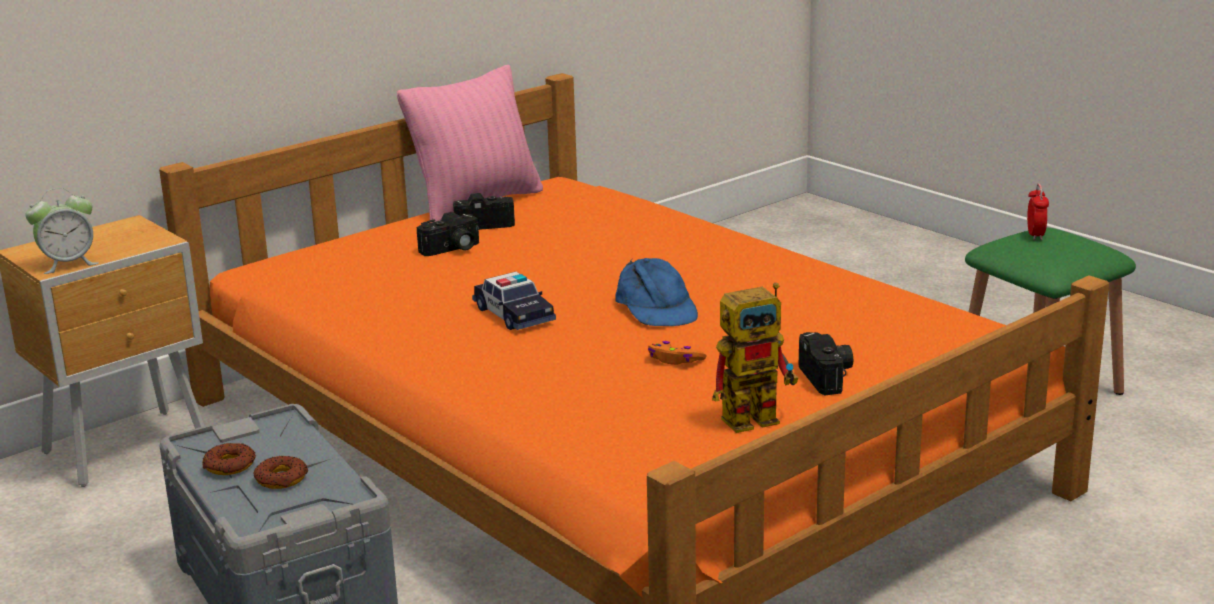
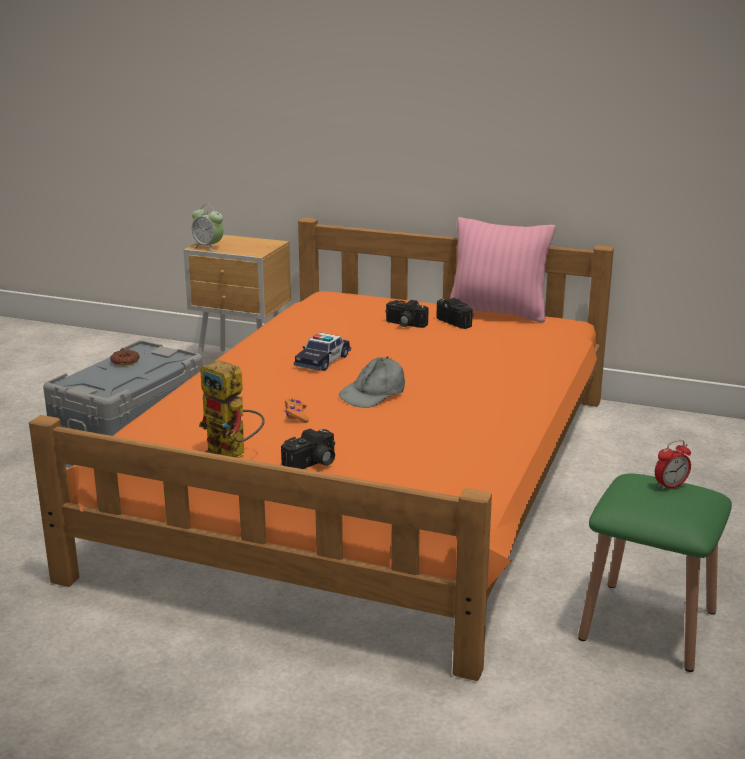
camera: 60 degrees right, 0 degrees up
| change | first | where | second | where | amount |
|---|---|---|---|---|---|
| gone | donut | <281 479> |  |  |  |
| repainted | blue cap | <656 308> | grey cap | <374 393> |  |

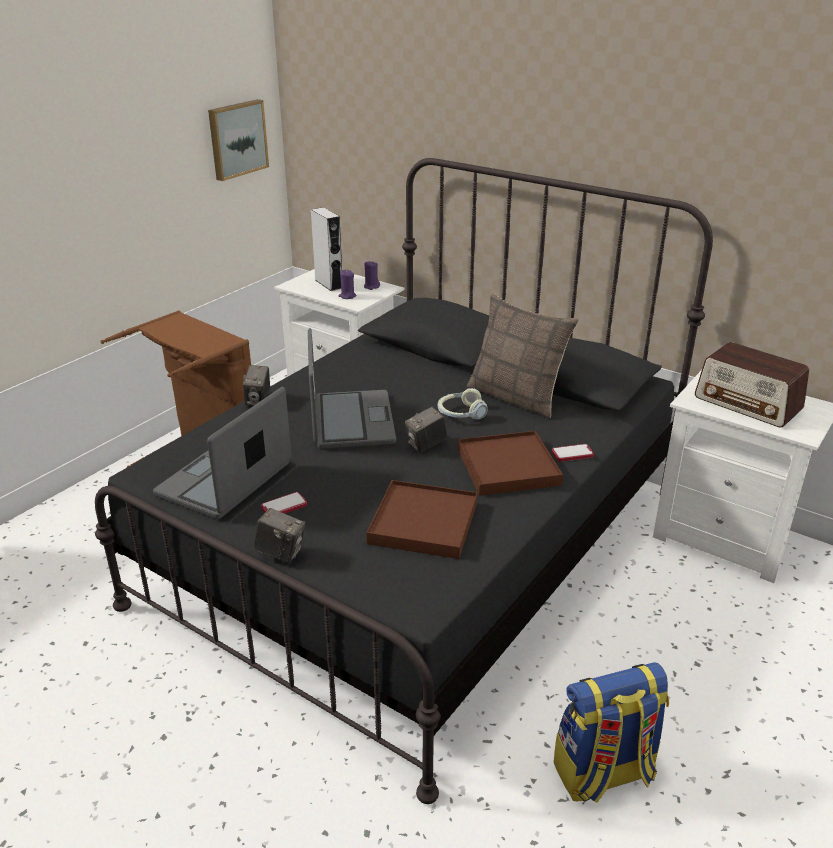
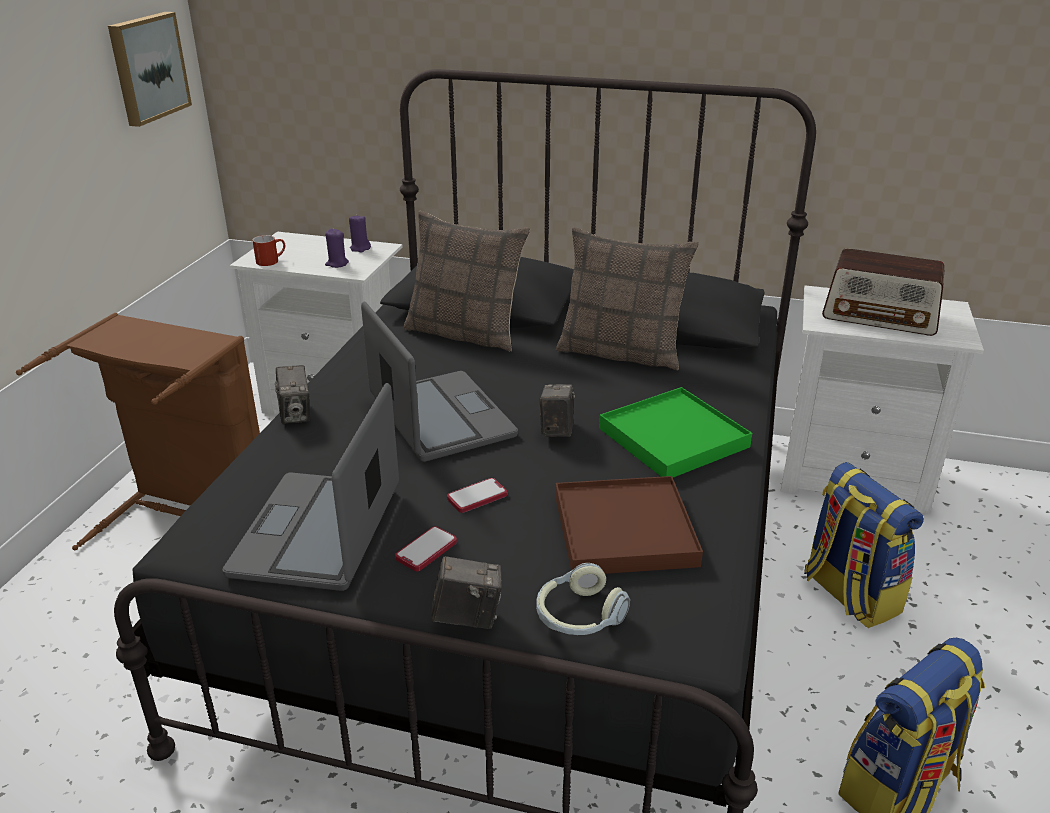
camera: 20 degrees left, 0 degrees up
| change | first | where | second | where | amount |
|---|---|---|---|---|---|
| gone | grey speaker | <329 284> |  |  |  |
| new |  |  | red mug | <271 261> |  |
| new |  |  | pillow | <465 333> |  |
| new |  |  | backpack | <849 594> |  |
| shifted | headphones | <461 413> |  | <579 616> |  |
| shifted | phone | <572 454> |  | <477 497> |  |
| repainted | brown tray | <508 467> | green tray | <673 437> |  |
| rotated | photo camera | <426 445> |  | <556 431> | 150 degrees clockwise |

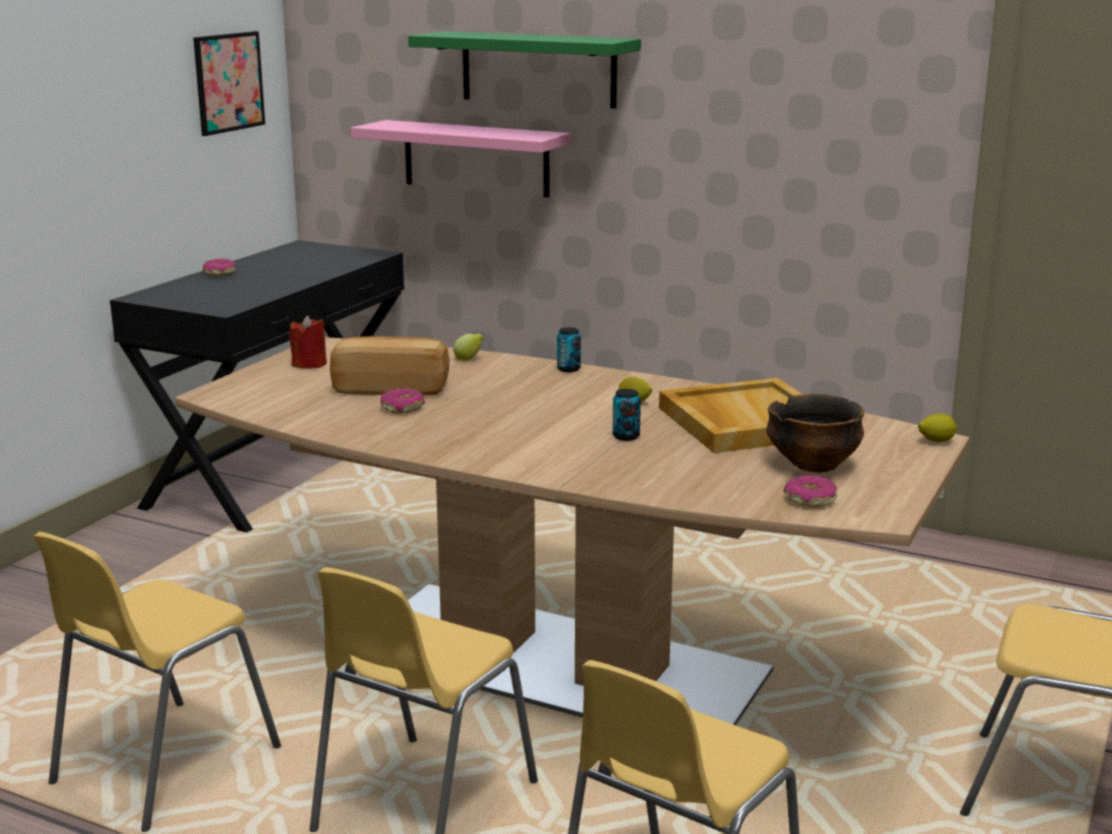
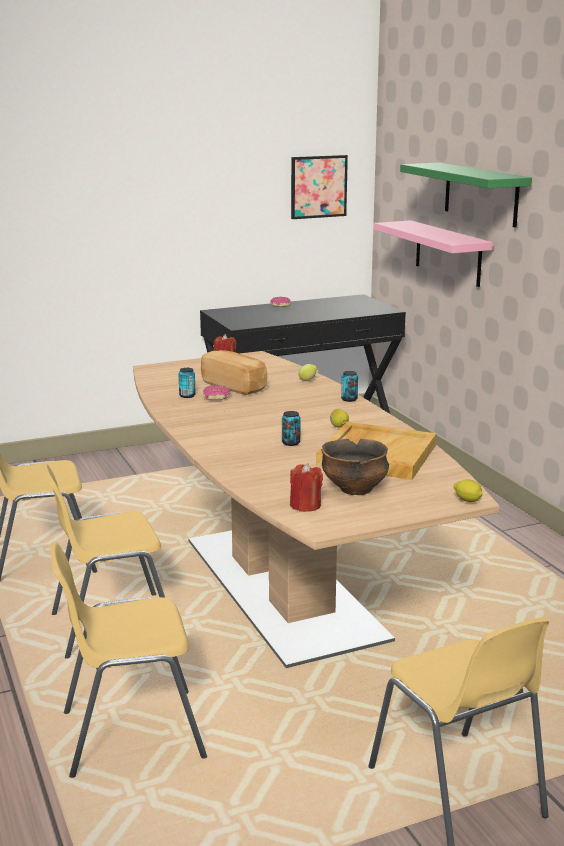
camera: 40 degrees right, 0 degrees up
| change | first | where | second | where | amount |
|---|---|---|---|---|---|
| new |  |  | can | <187 396> |  |
| swapped | donut | <810 500> | red candle | <305 505> |  |

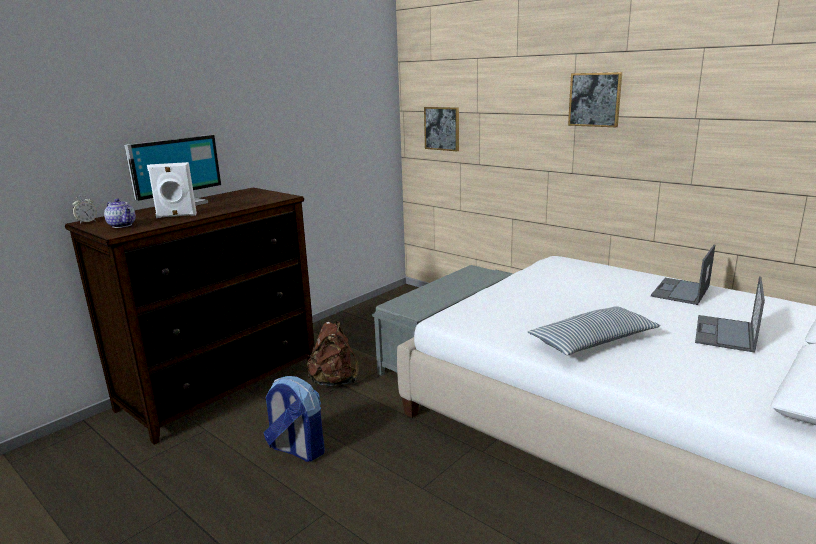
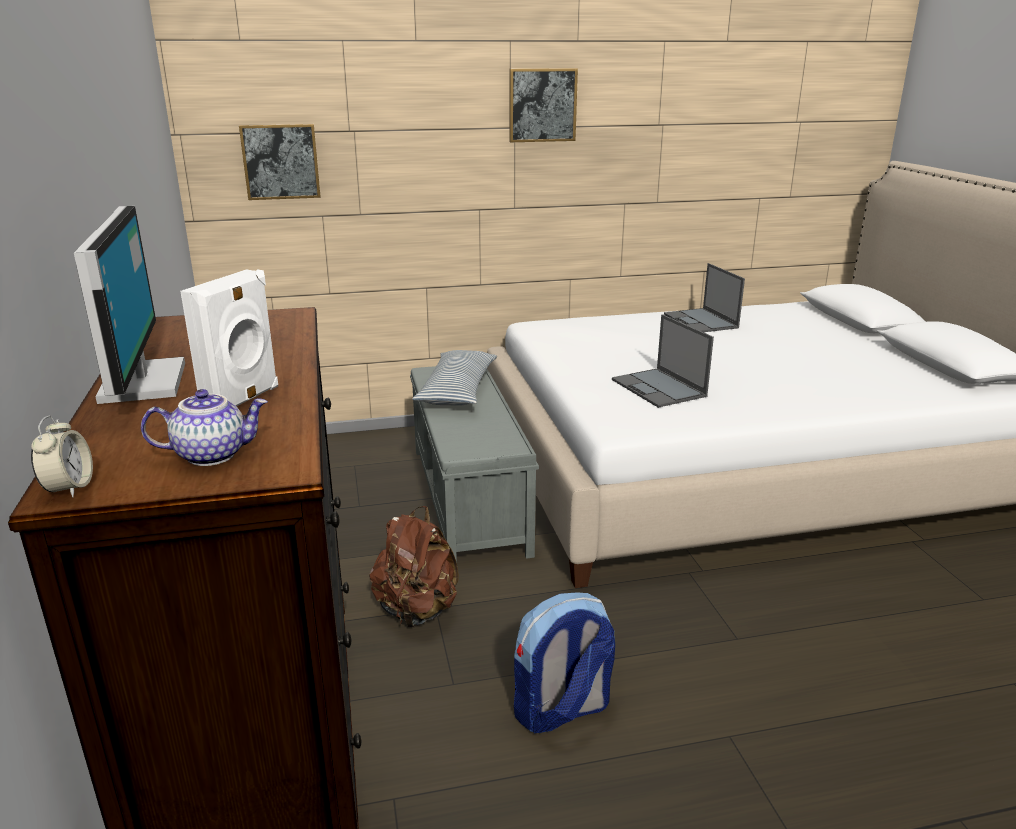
camera: 55 degrees left, 5 degrees up
| change | first | where | second | where | amount |
|---|---|---|---|---|---|
| shifted | pillow | <592 342> |  | <457 390> |  |
| shifted | laptop | <725 334> |  | <659 388> |  |

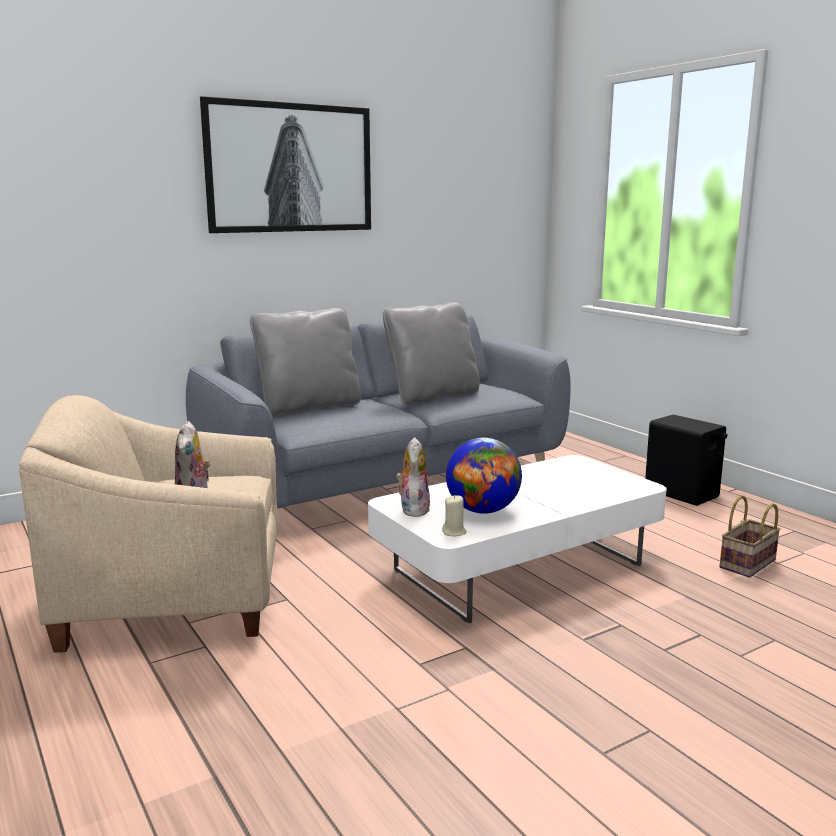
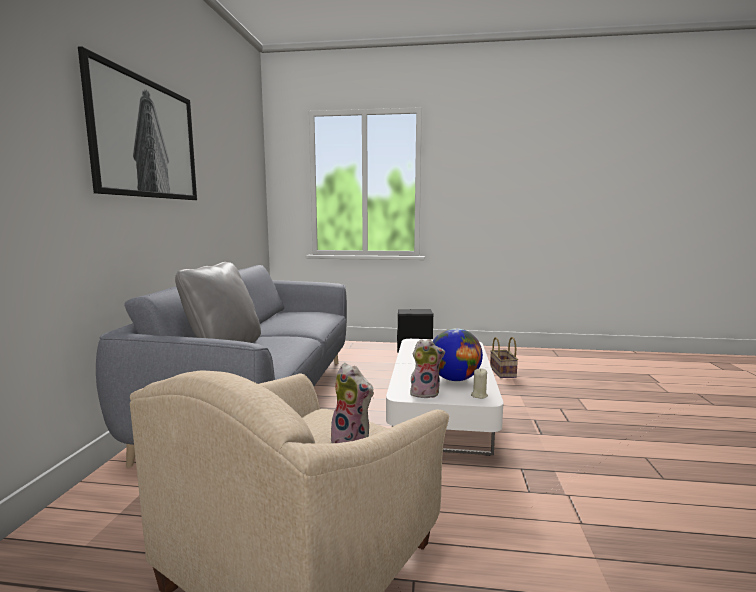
camera: 50 degrees left, 5 degrees down
| change | first | where | second | where | amount |
|---|---|---|---|---|---|
| gone | grey pillow | <432 396> |  |  |  |
| rotated | plush toy | <413 509> |  | <425 393> | 135 degrees clockwise |

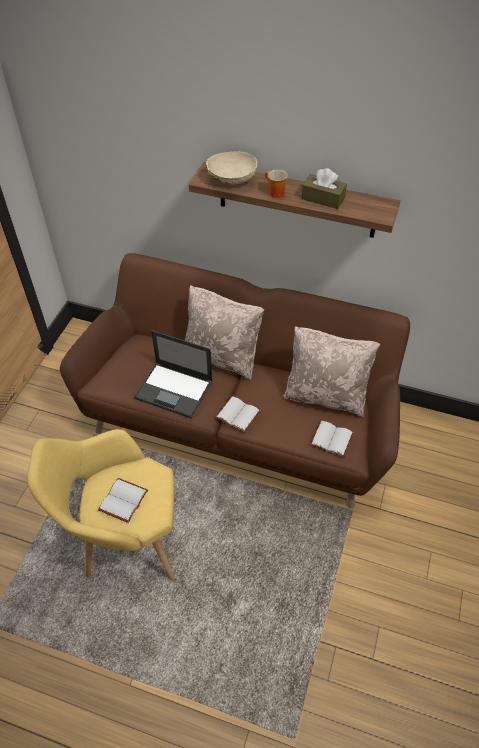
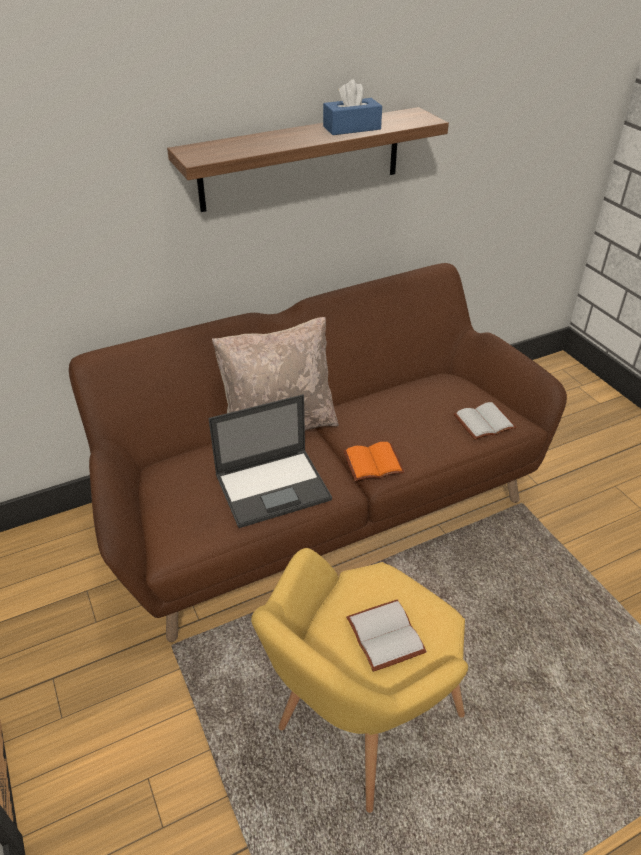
camera: 45 degrees left, 10 degrees down
| change | first | where | second | where | amount |
|---|---|---|---|---|---|
| gone | beige bowl | <231 180> |  |  |  |
| gone | mug | <274 193> |  |  |  |
| gone | beige pillow | <325 395> |  |  |  |
| repainted | white book | <236 415> | orange book | <373 464> |  |
| repainted | brown tissue box | <323 198> | blue tissue box | <352 128> |  |

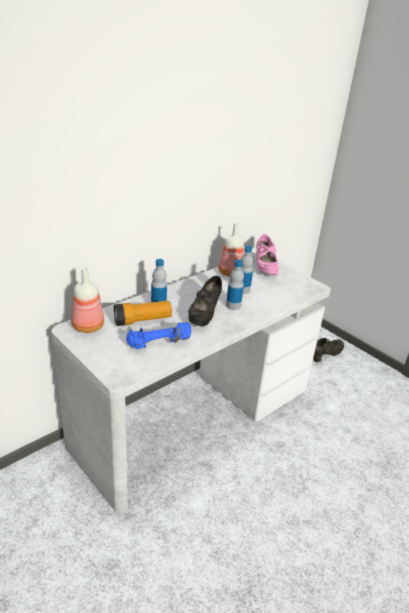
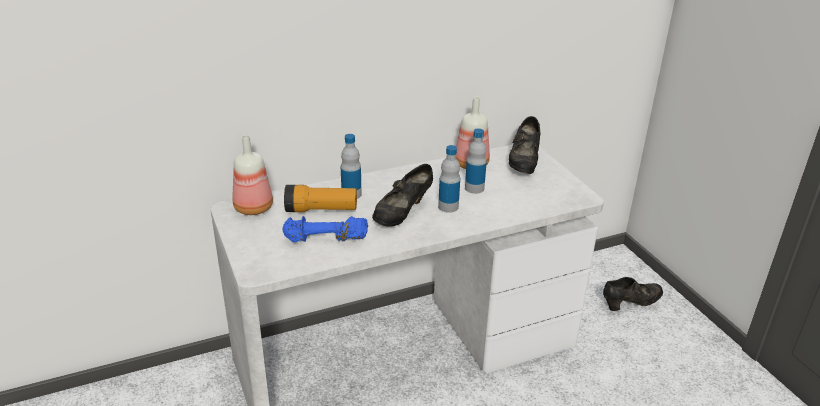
camera: 20 degrees right, 0 degrees up
| change | first | where | second | where | amount |
|---|---|---|---|---|---|
| repainted | pink shoe | <265 268> | black shoe | <523 163> |  |

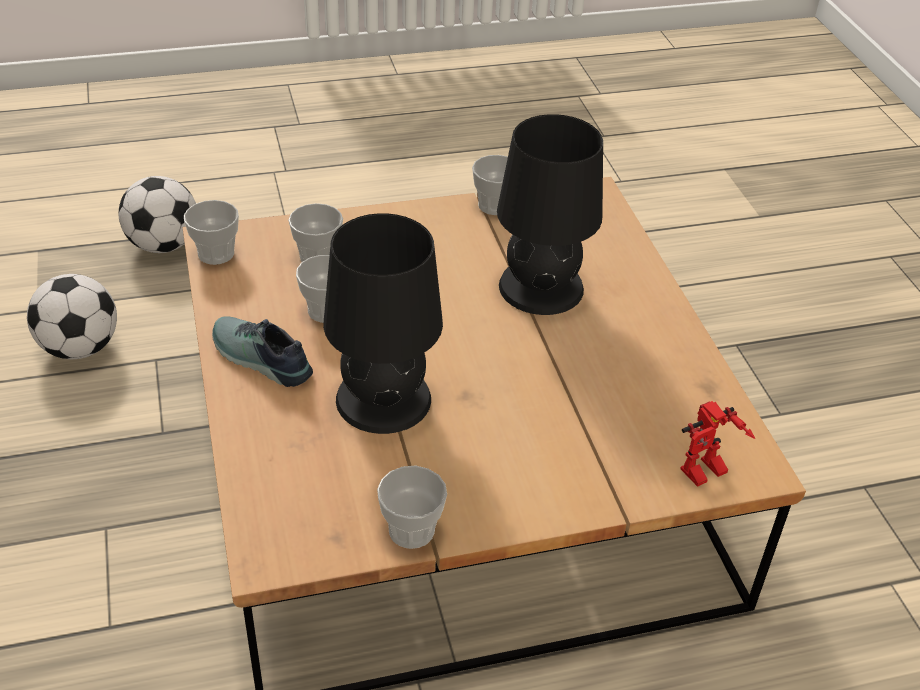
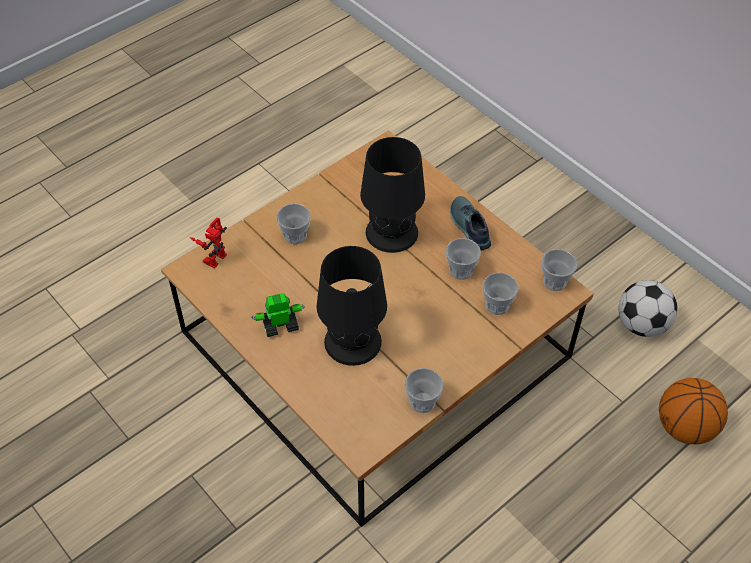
camera: 155 degrees right, 10 degrees up
| change | first | where | second | where | amount |
|---|---|---|---|---|---|
| new |  |  | toy robot | <279 325> |  |
| shifted | cup | <411 530> |  | <295 235> |  |
| swapped | football | <163 245> | basketball | <685 428> |  |
| rotated | shoe | <259 360> |  | <468 227> | 120 degrees counterclockwise |

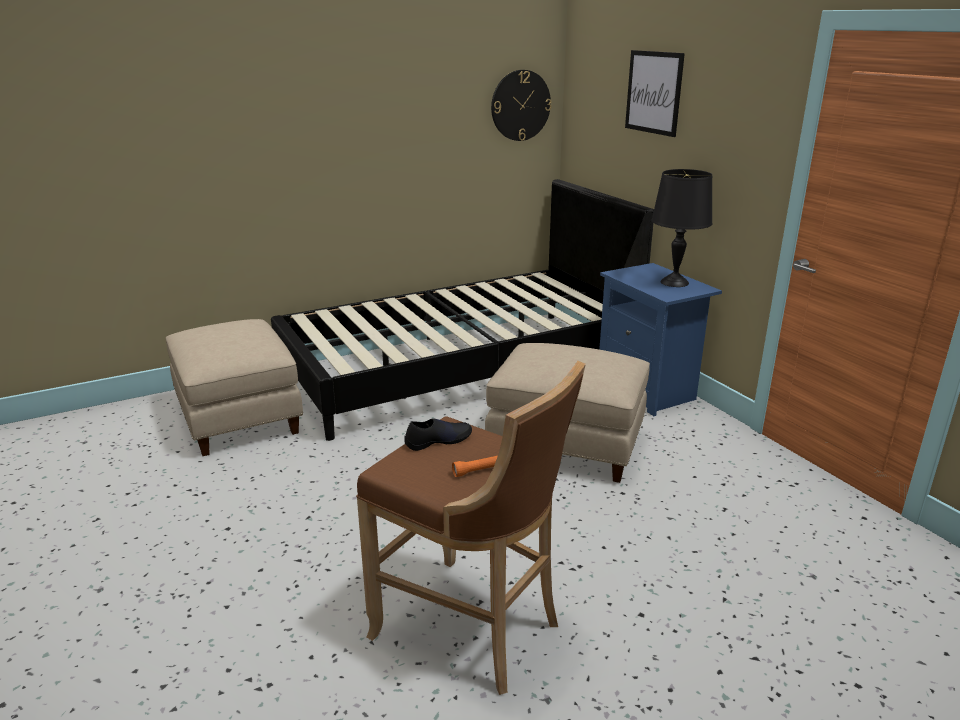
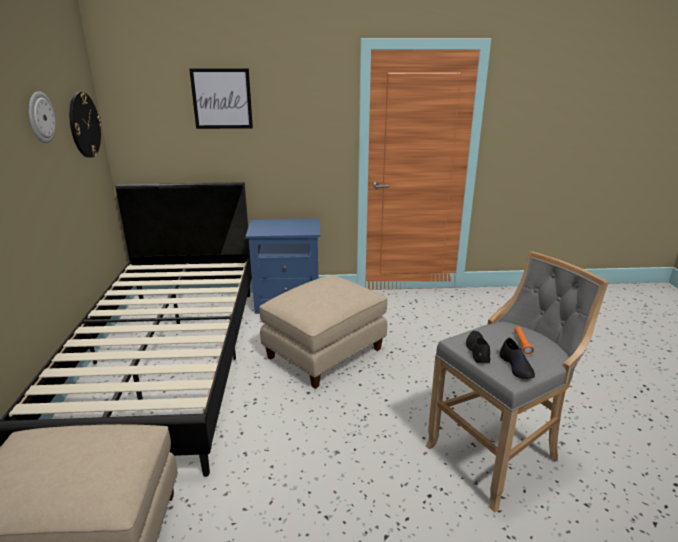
camera: 65 degrees left, 0 degrees up
| change | first | where | second | where | amount |
|---|---|---|---|---|---|
| gone | black table lamp | <674 282> |  |  |  |
| new |  |  | wall clock | <40 117> |  |
| new |  |  | black shoe | <516 366> |  |
| repainted | brown stool | <473 628> | grey stool | <497 455> |  |

